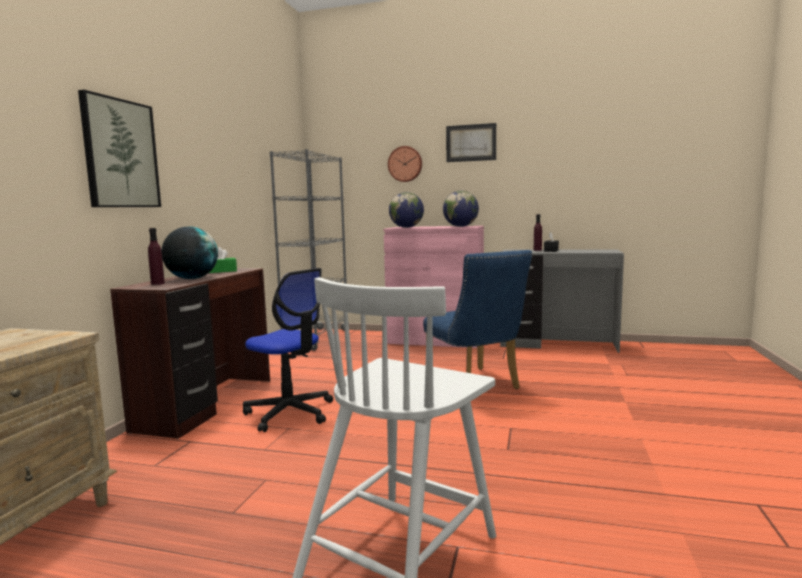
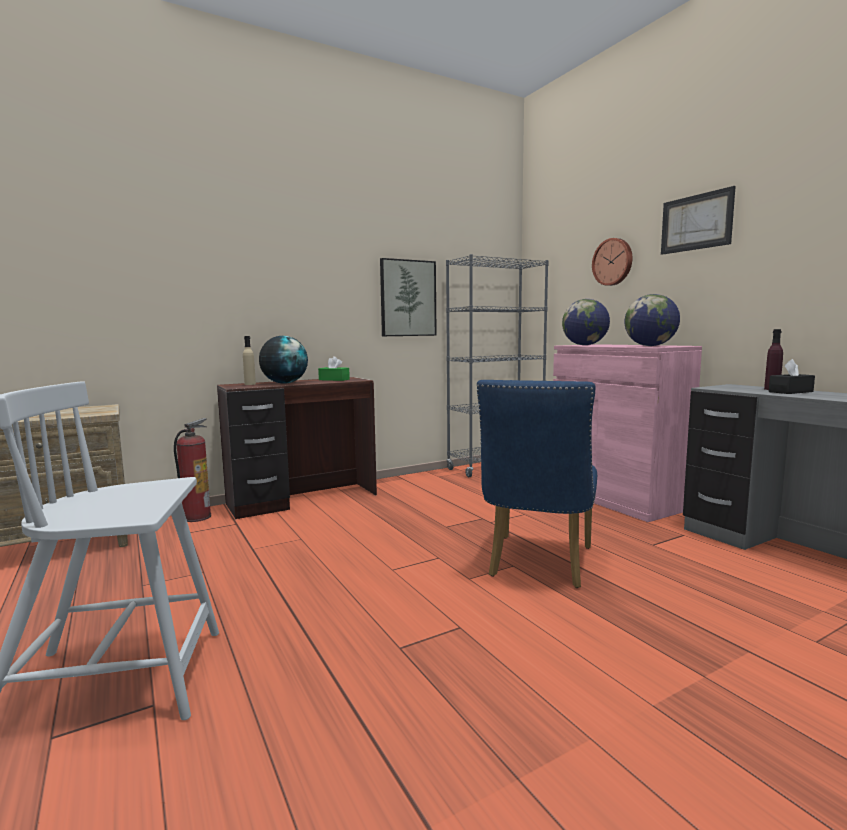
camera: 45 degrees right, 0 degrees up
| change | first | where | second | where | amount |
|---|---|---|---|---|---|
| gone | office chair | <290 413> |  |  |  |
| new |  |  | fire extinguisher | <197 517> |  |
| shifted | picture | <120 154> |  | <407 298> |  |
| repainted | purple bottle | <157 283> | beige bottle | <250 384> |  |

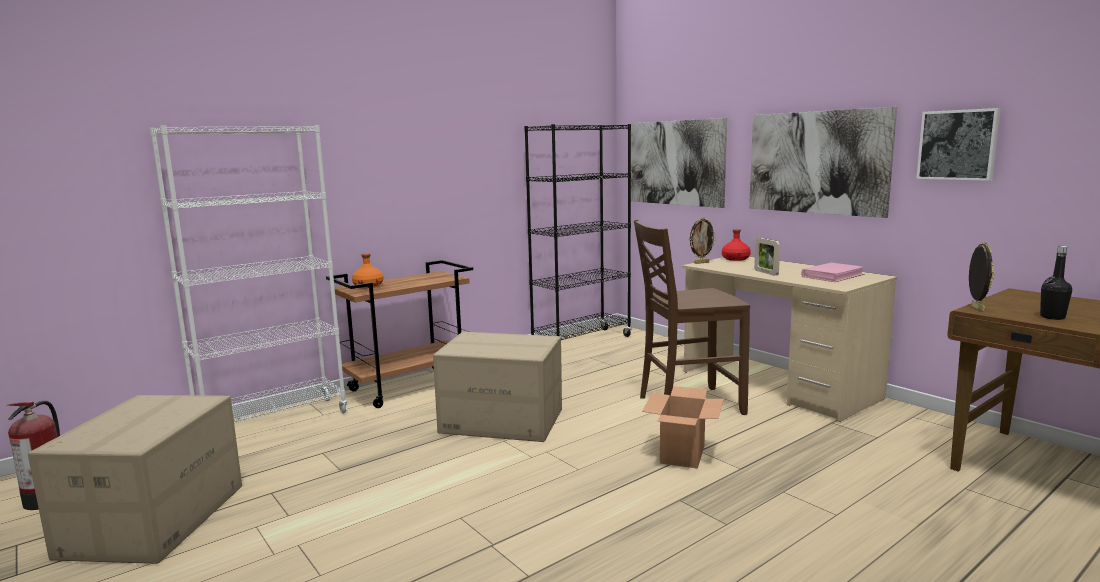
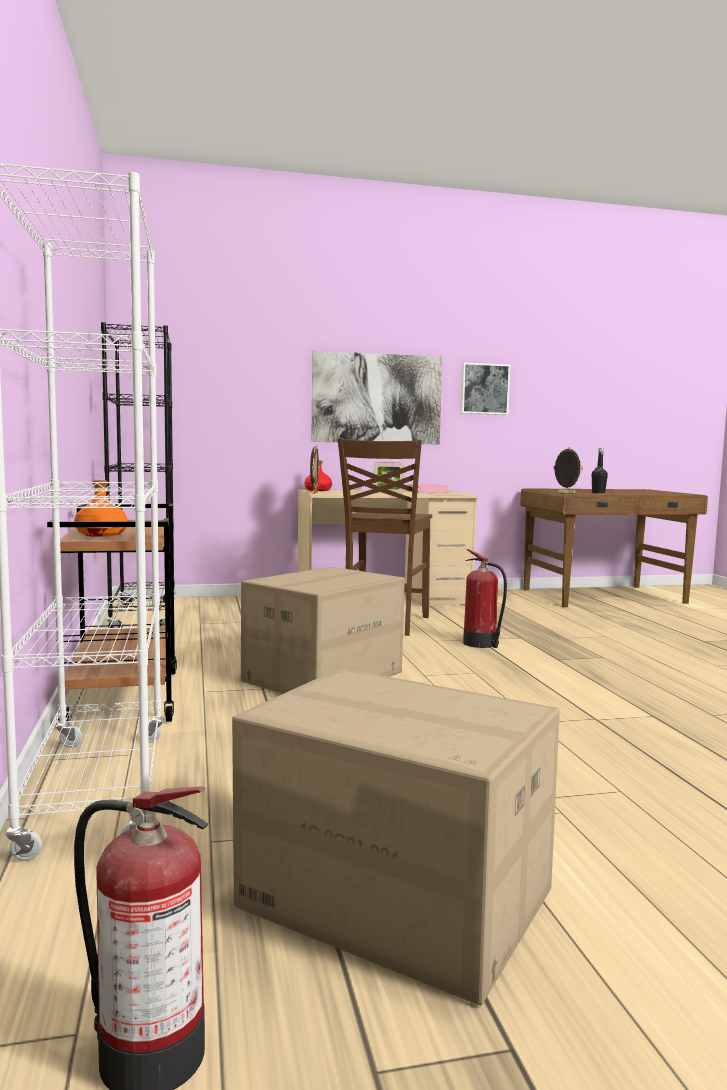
camera: 65 degrees left, 5 degrees down
| change | first | where | second | where | amount |
|---|---|---|---|---|---|
| gone | picture | <675 163> |  |  |  |
| swapped | cardboard box | <682 455> | fire extinguisher | <481 644> |  |

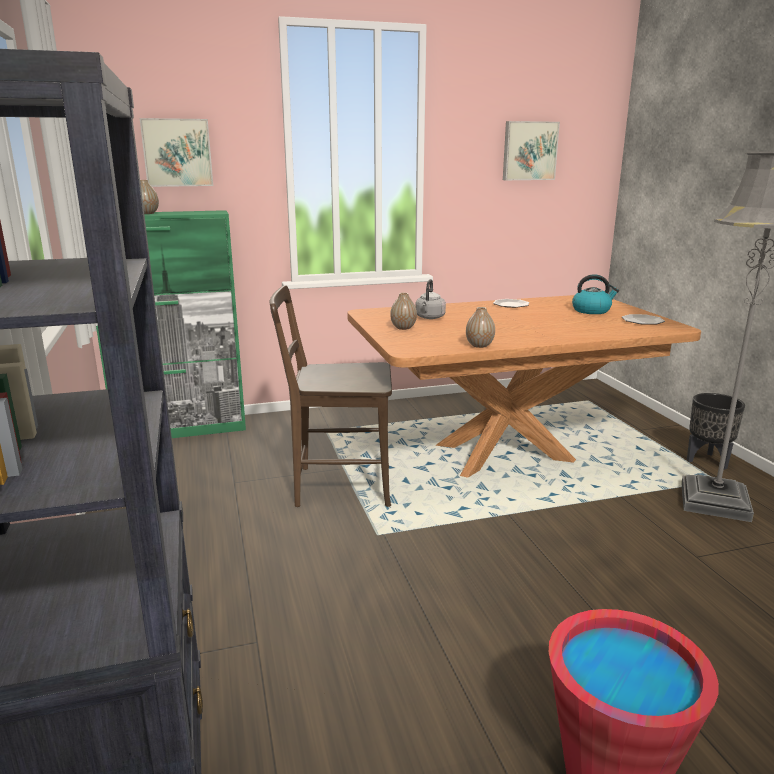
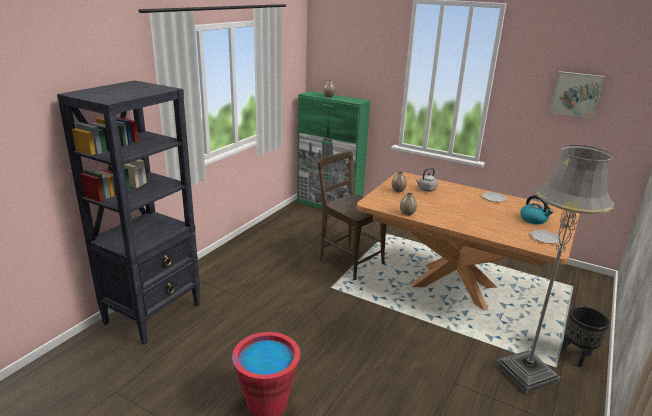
camera: 45 degrees right, 5 degrees up
| change | first | where | second | where | amount |
|---|---|---|---|---|---|
| gone | picture | <177 152> |  |  |  |

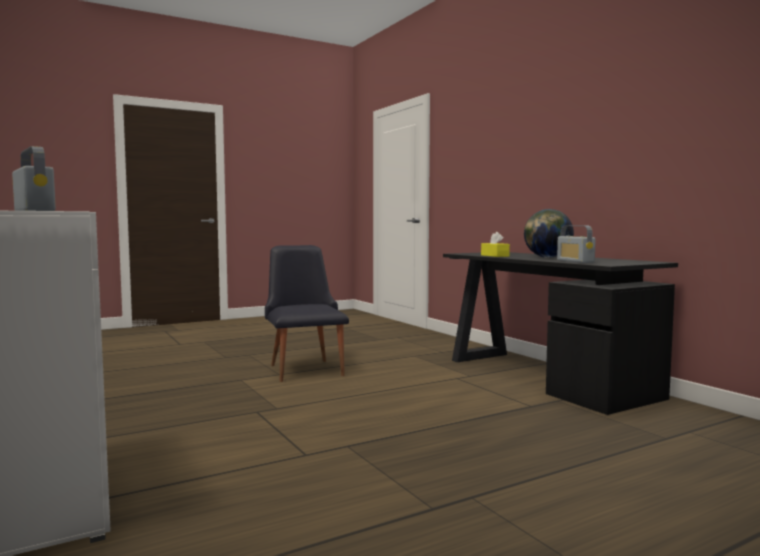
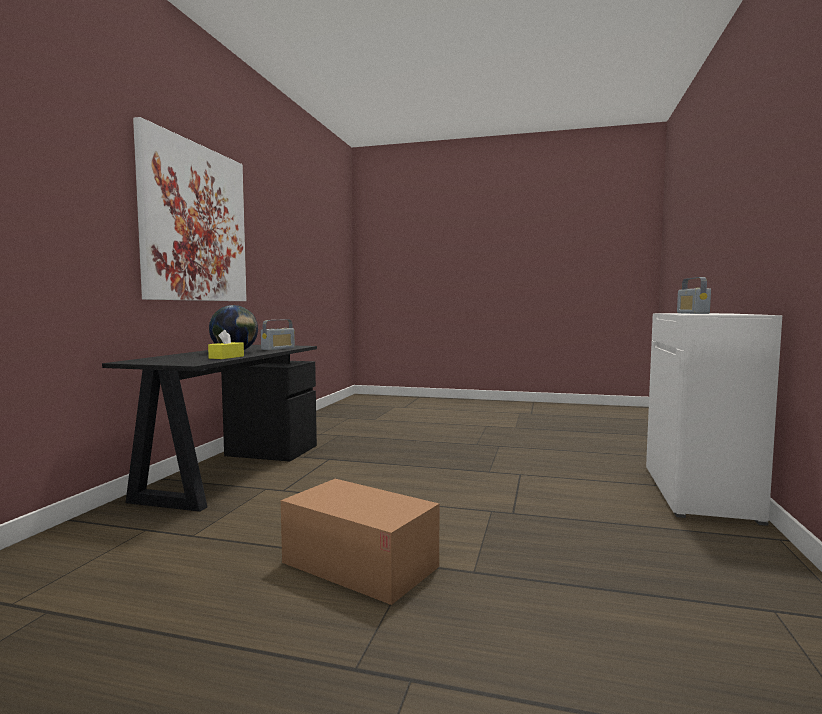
camera: 135 degrees left, 0 degrees up
| change | first | where | second | where | amount |
|---|---|---|---|---|---|
| new |  |  | picture | <195 223> |  |
| swapped | black chair | <304 368> | cardboard box | <359 564> |  |

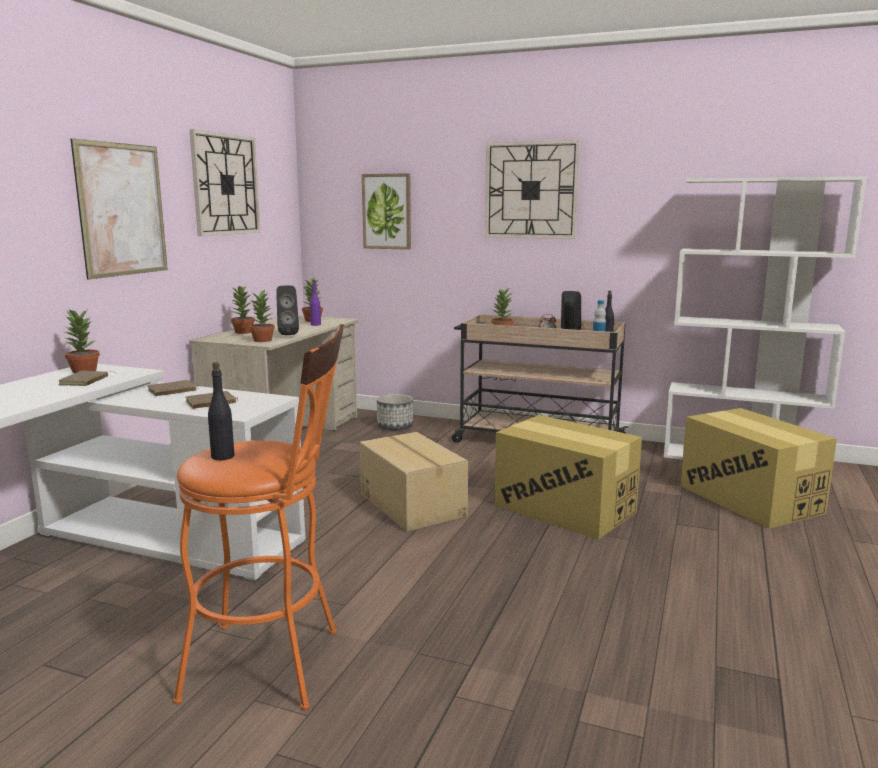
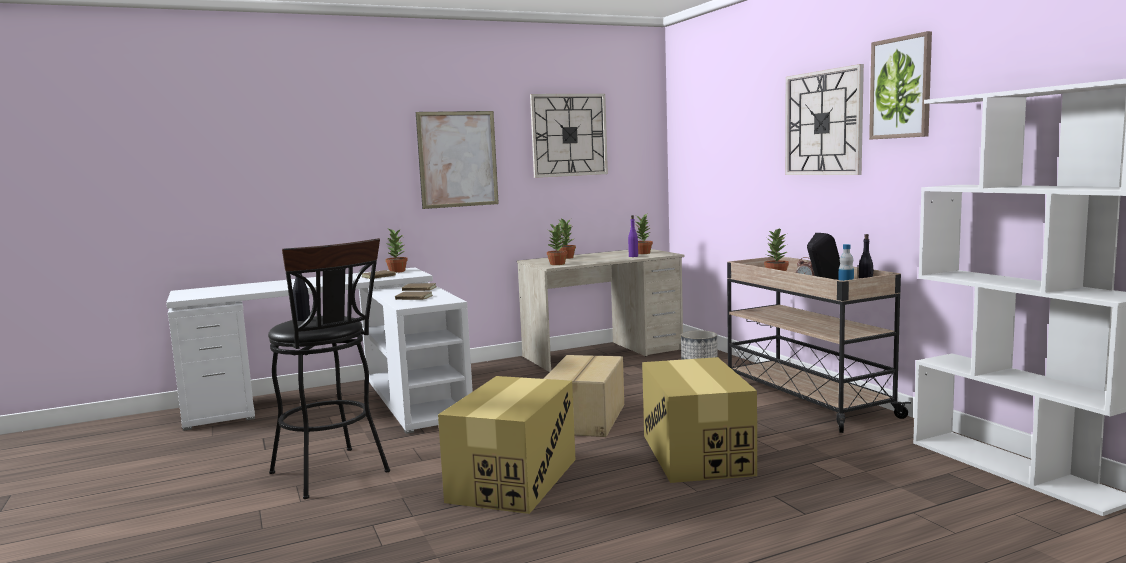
camera: 45 degrees right, 5 degrees down
| change | first | where | second | where | amount |
|---|---|---|---|---|---|
| gone | black speaker | <288 334> |  |  |  |
| shifted | picture | <387 211> |  | <901 88> |  |
| shifted | cardboard box | <749 499> |  | <513 479> |  |
| repainted | orange stool | <276 664> | black stool | <334 475> |  |

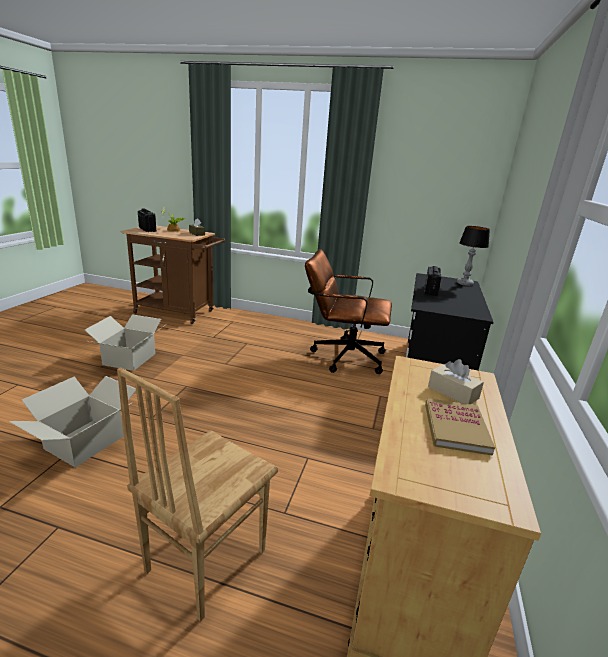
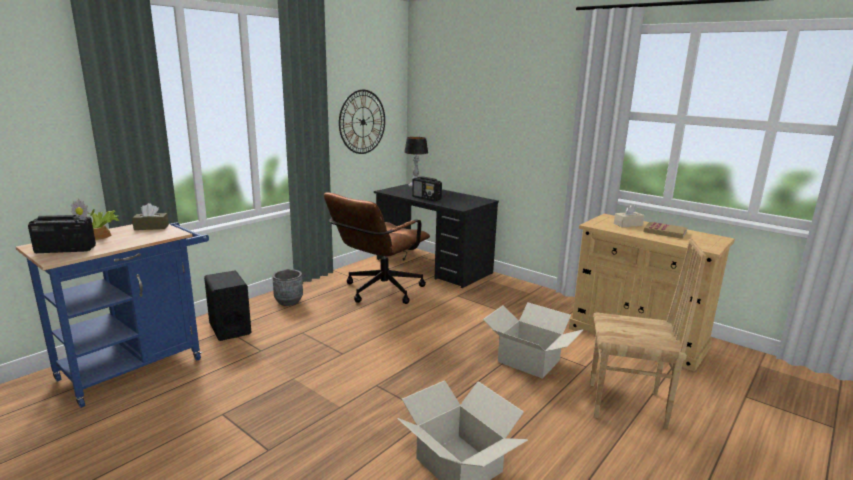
camera: 65 degrees left, 5 degrees down
| change | first | where | second | where | amount |
|---|---|---|---|---|---|
| new |  |  | black speaker | <230 328> |  |
| new |  |  | grey planter | <288 301> |  |
| new |  |  | wall clock | <362 122> |  |
| shifted | cardboard box | <130 359> |  | <529 360> |  |
| repainted | brown cart | <179 312> | blue cart | <139 365> |  |
| rotated | brown chair | <204 560> |  | <627 406> | 45 degrees counterclockwise |

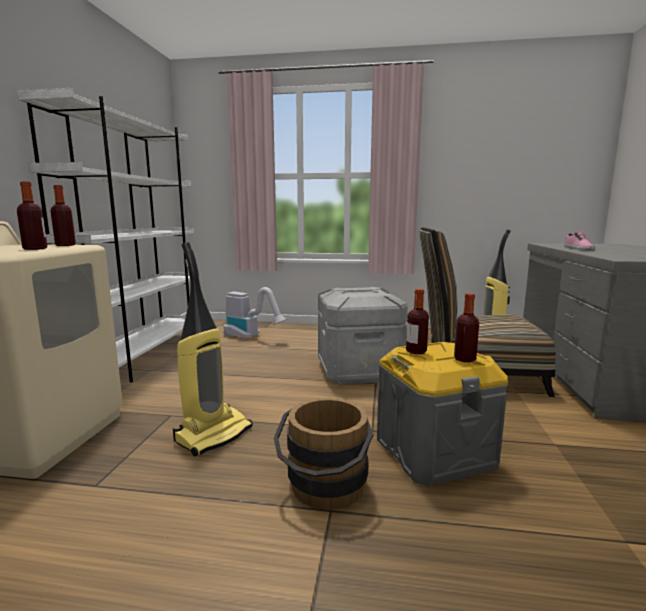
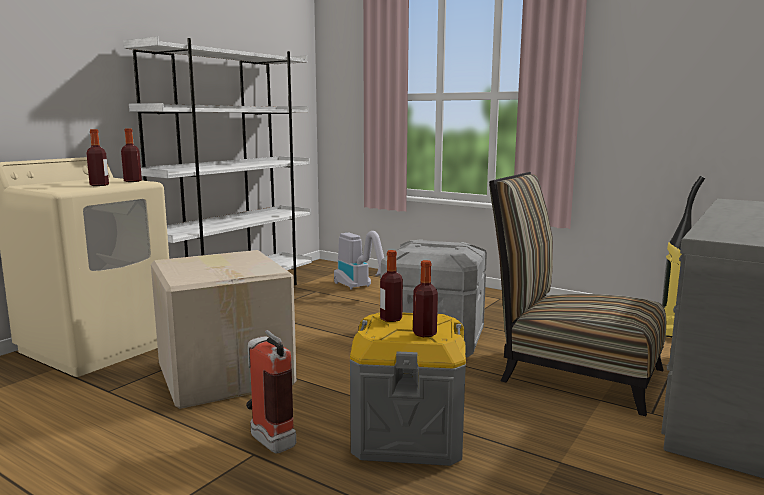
camera: 25 degrees right, 0 degrees up
| change | first | where | second | where | amount |
|---|---|---|---|---|---|
| gone | shoe | <578 248> |  |  |  |
| swapped | vacuum cleaner | <213 434> | cardboard box | <227 373> |  |
| swapped | brown bucket | <325 489> | fire extinguisher | <267 438> |  |

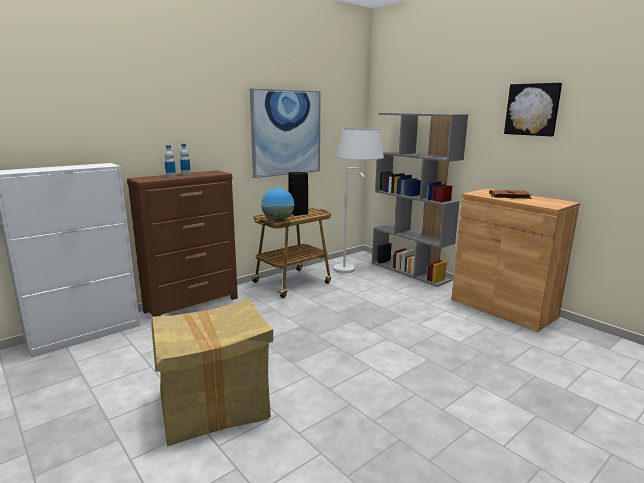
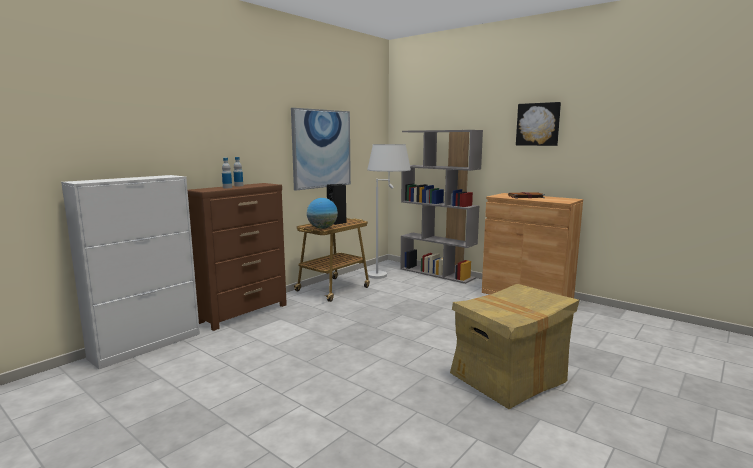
camera: 10 degrees left, 5 degrees down
| change | first | where | second | where | amount |
|---|---|---|---|---|---|
| shifted | cardboard box | <214 405> |  | <508 378> |  |

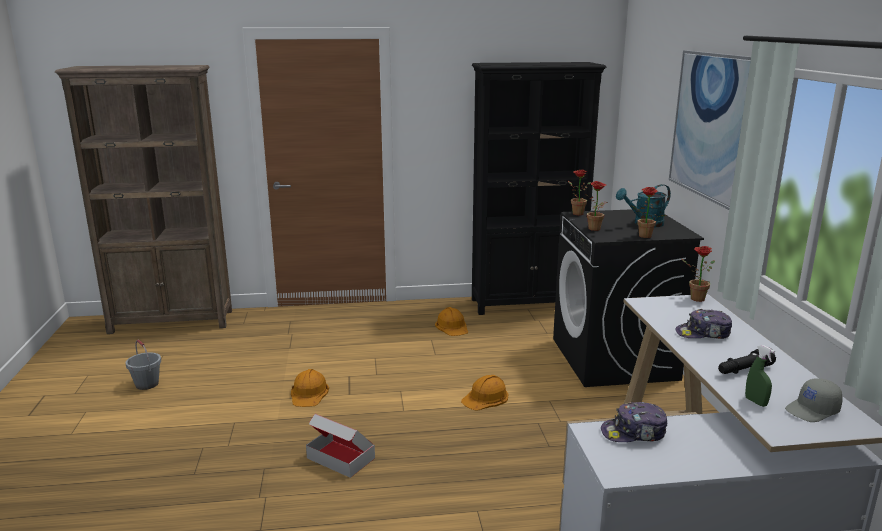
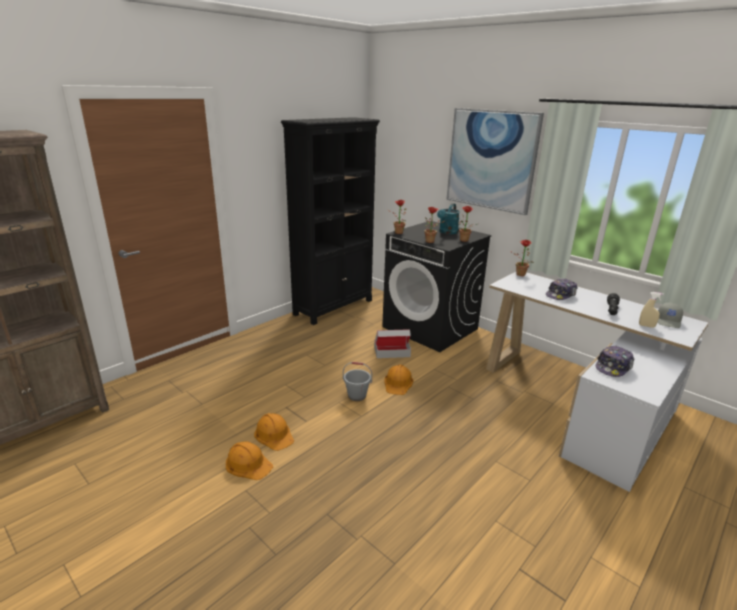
camera: 40 degrees left, 5 degrees up
| change | first | where | second | where | amount |
|---|---|---|---|---|---|
| shifted | grey bucket | <147 384> |  | <357 395> |  |
| shifted | cardboard box | <341 458> |  | <392 351> |  |
| shifted | orange hard hat | <452 326> |  | <248 464> |  |
| repainted | green spray bottle | <756 402> | beige spray bottle | <646 326> |  |

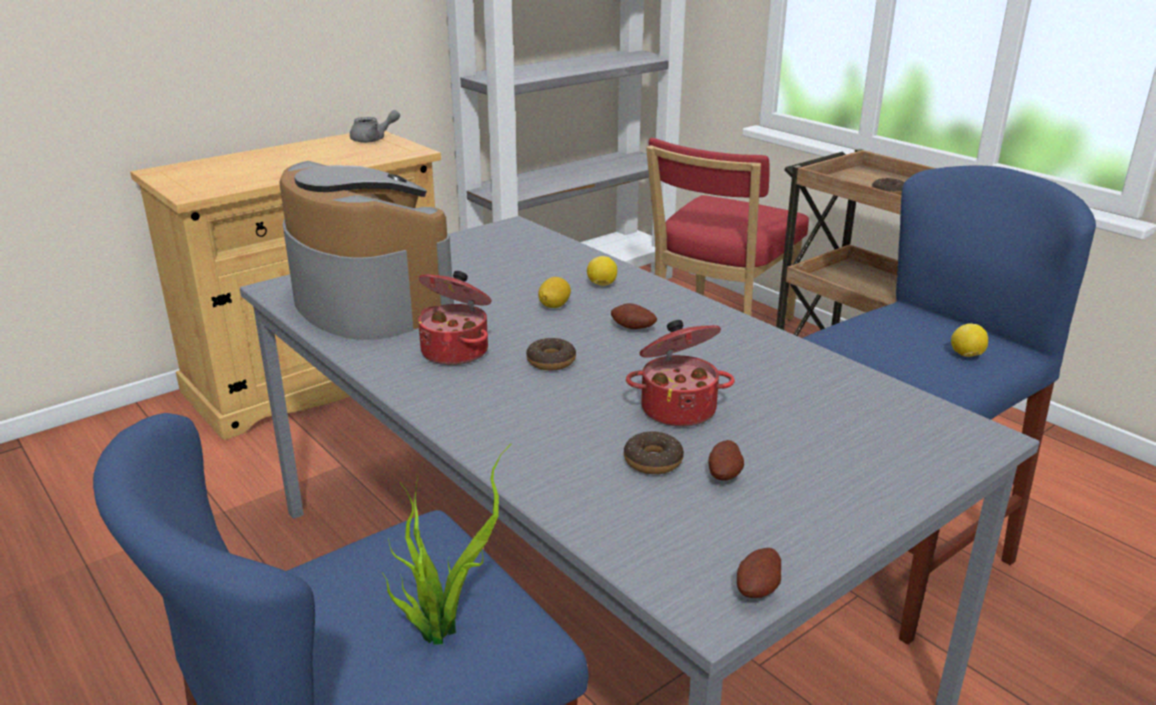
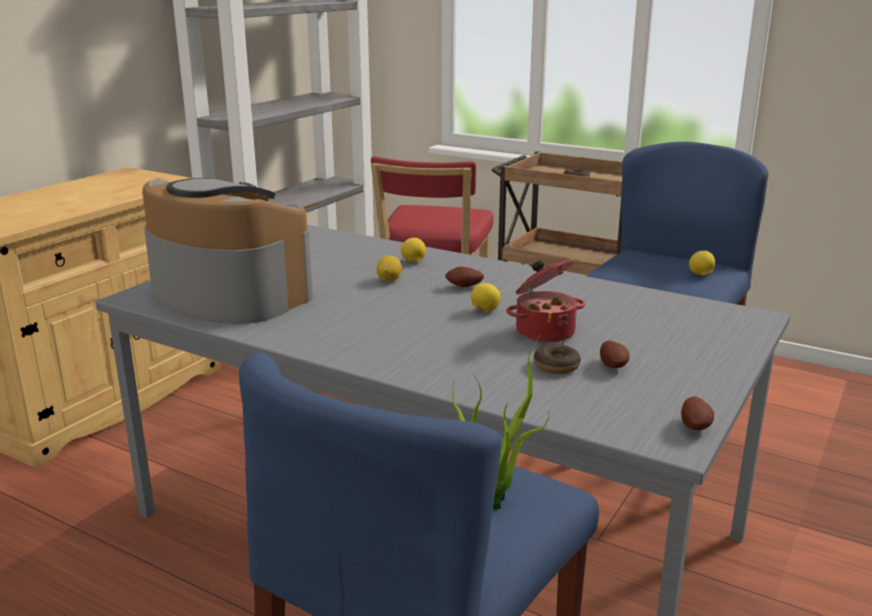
camera: 20 degrees left, 5 degrees down
| change | first | where | second | where | amount |
|---|---|---|---|---|---|
| gone | grey teapot | <373 139> |  |  |  |
| gone | cooking pot | <456 351> |  |  |  |
| gone | donut | <551 361> |  |  |  |
| new |  |  | lemon | <485 311> |  |

